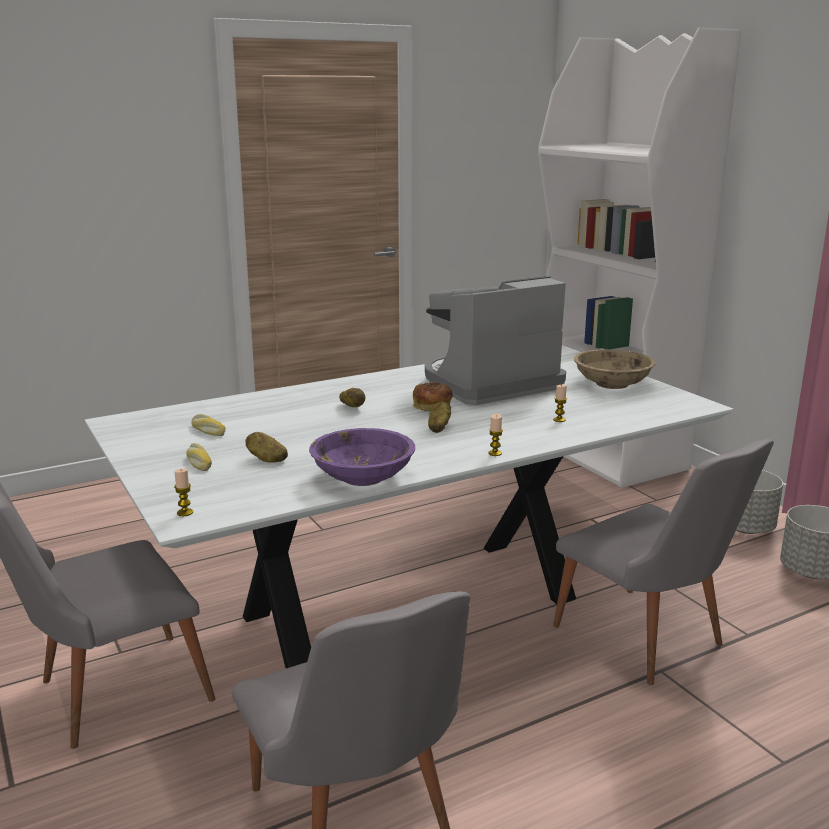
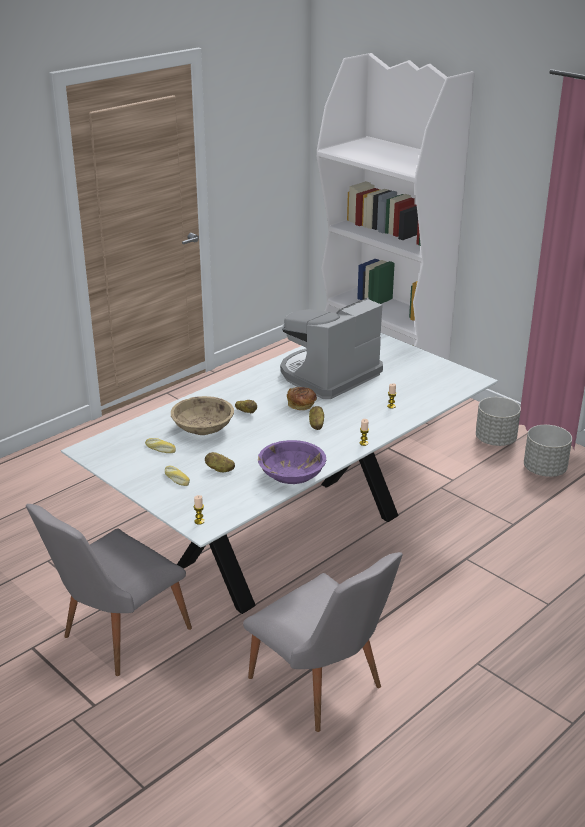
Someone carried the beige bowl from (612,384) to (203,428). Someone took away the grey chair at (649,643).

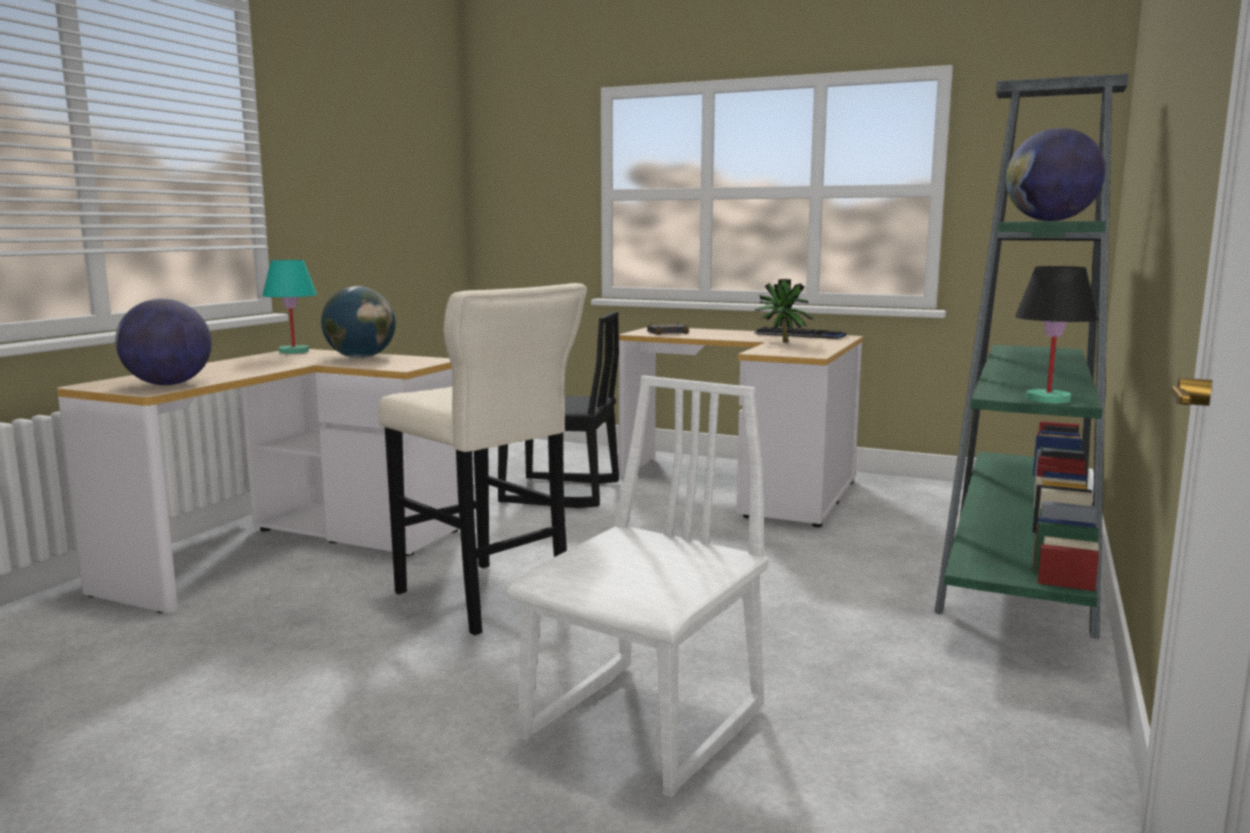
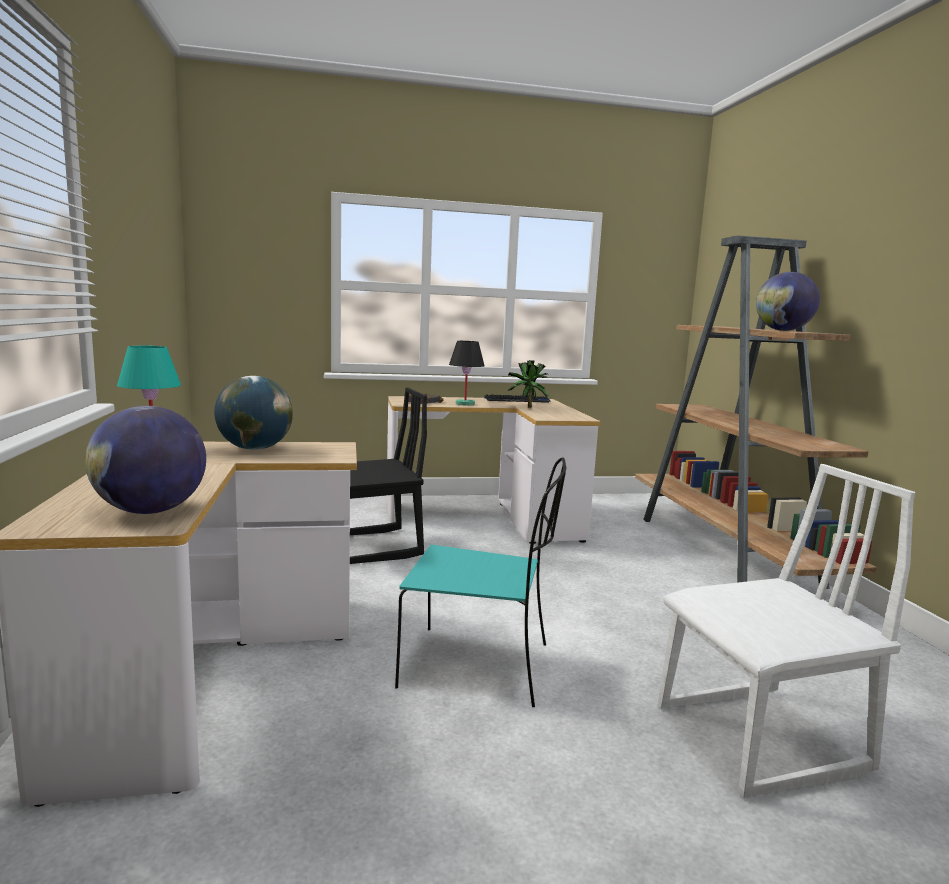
Someone swapped the beige stool at (486,600) for the turquoise chair at (480,666). Someone carried the black table lamp from (1047,399) to (465,404). Someone repainted the green bookcase at (1018,570), which became the brown bookcase at (726,551). Someone rotated the white chair at (647,725) by 75 degrees clockwise.

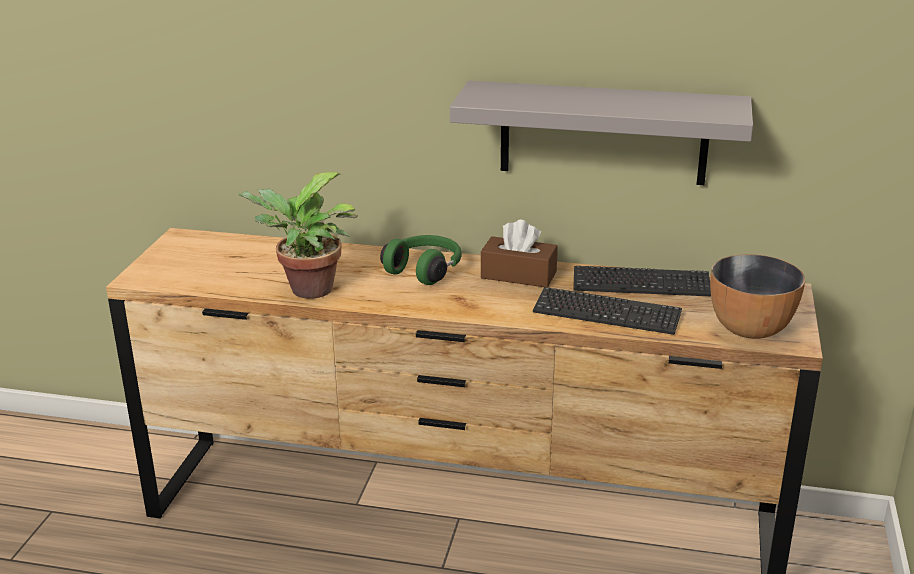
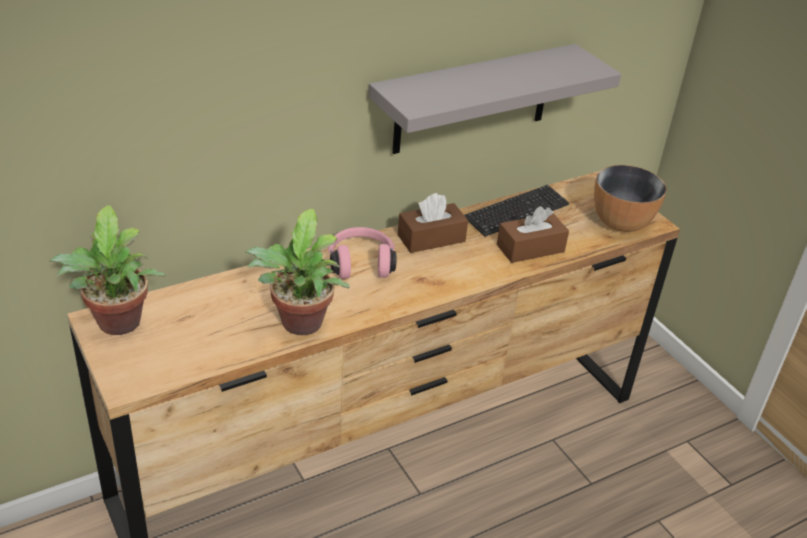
Someone put down the potted plant at (118,326). Someone repainted the green headphones at (425,270), which became the pink headphones at (361,263). Someone swapped the keyboard at (606,314) for the brown tissue box at (530,248).

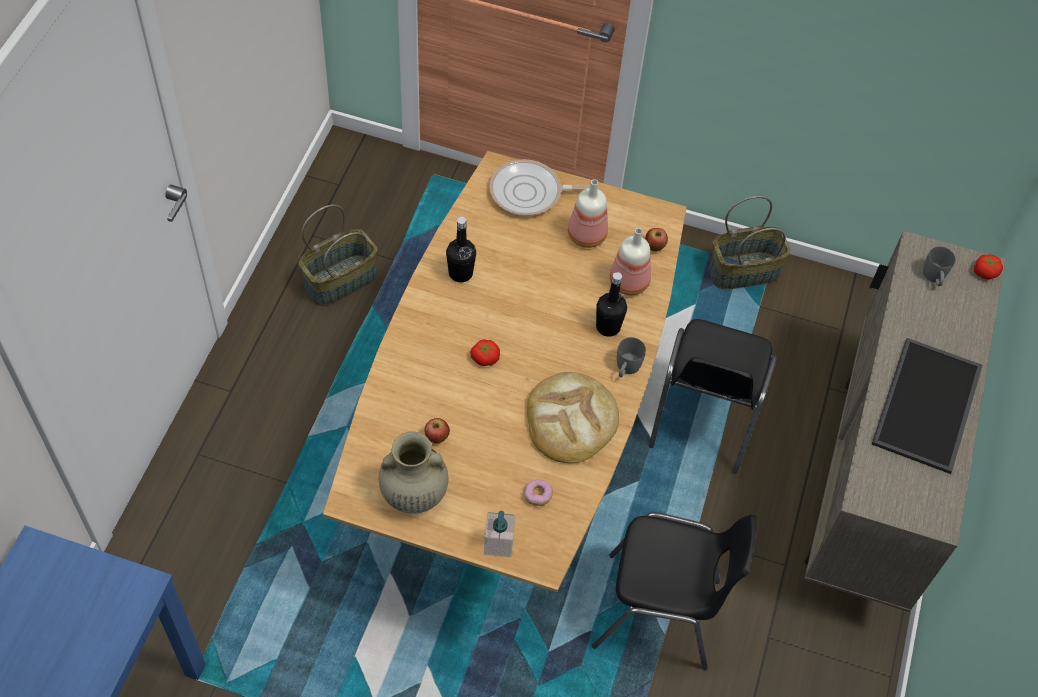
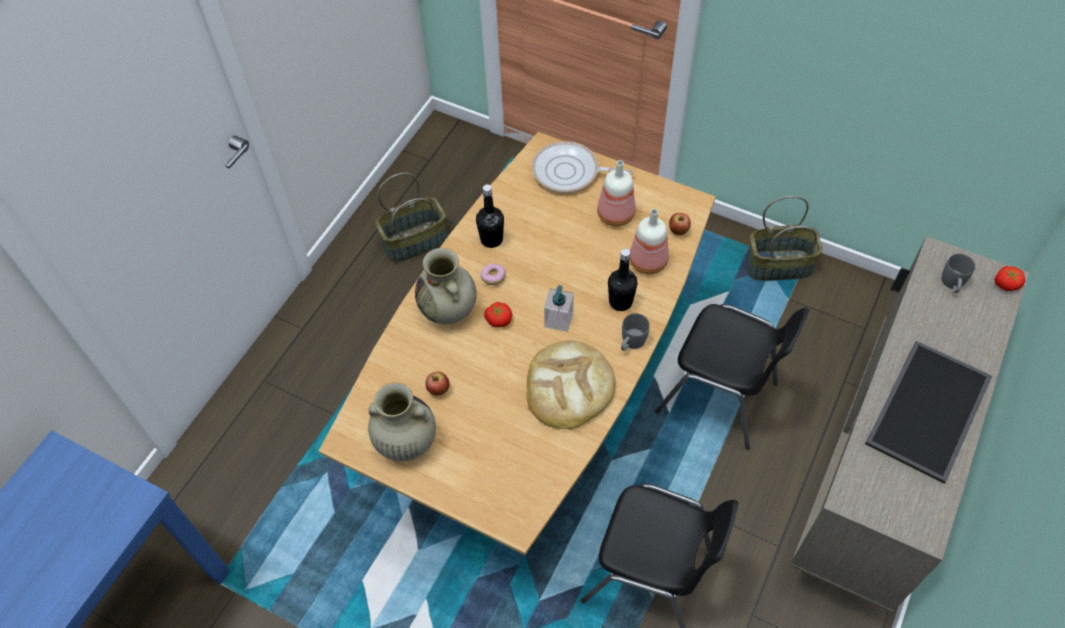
Someone put down the beige vase at (449,310). Someone carried the donut from (538,495) to (493,277). Someone carried the soap dispenser from (498,543) to (558,320). Someone rotated the black chair at (703,420) by 90 degrees counterclockwise.

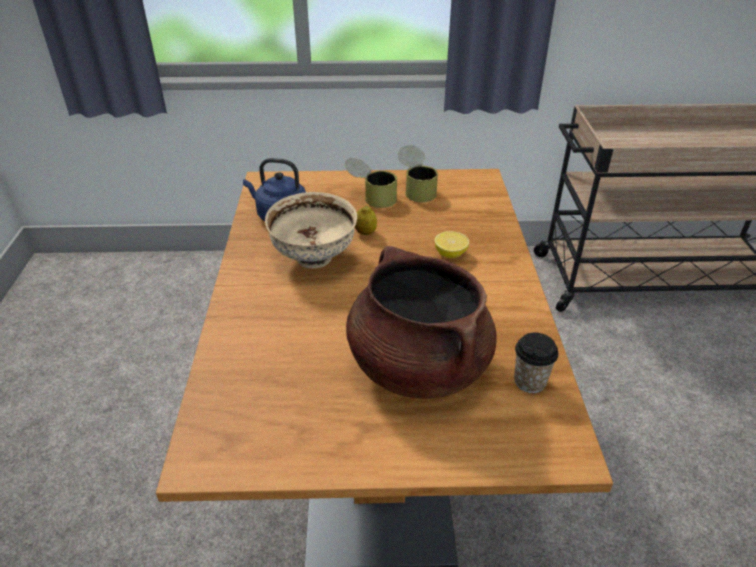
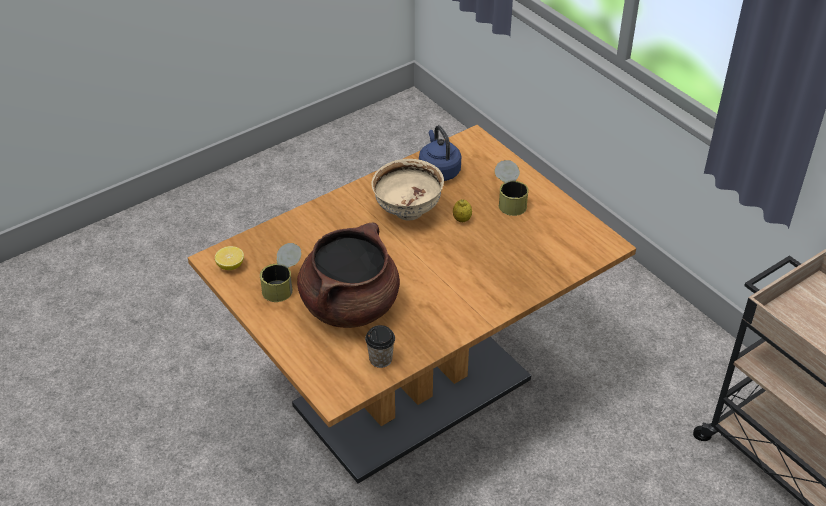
Someone carried the lemon from (450,254) to (230,266). Someone carried the can from (416,189) to (283,285).

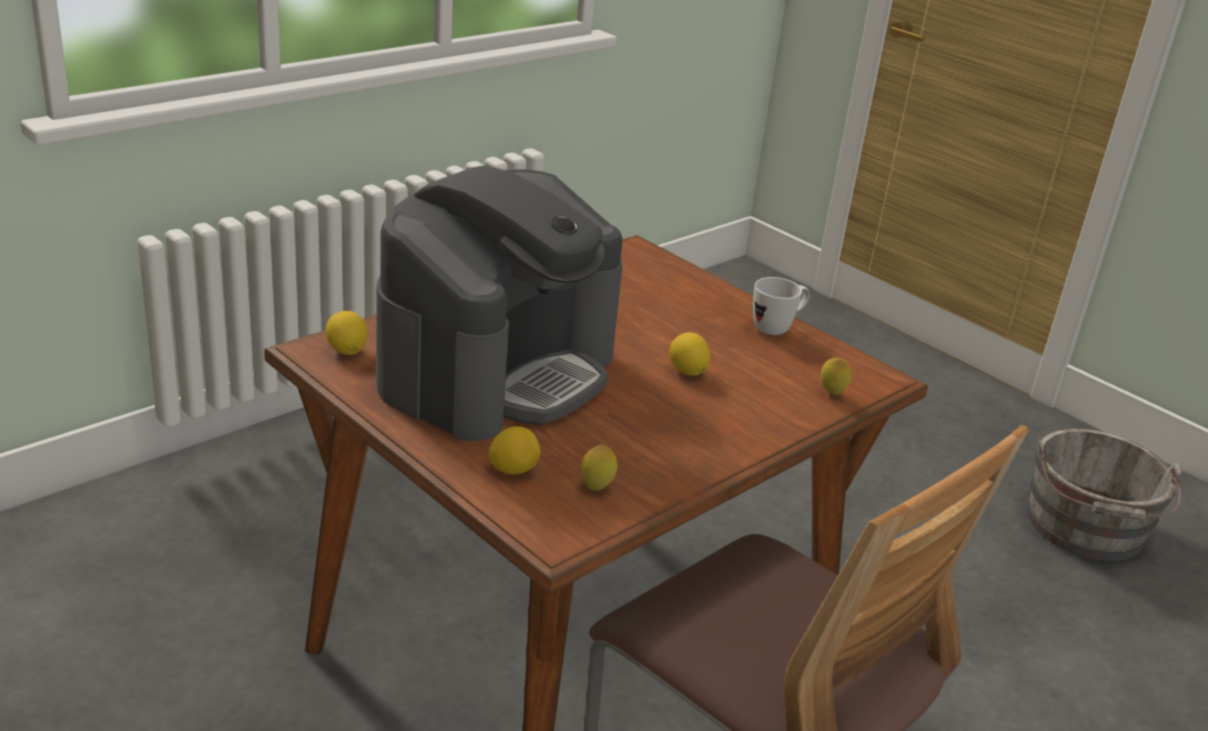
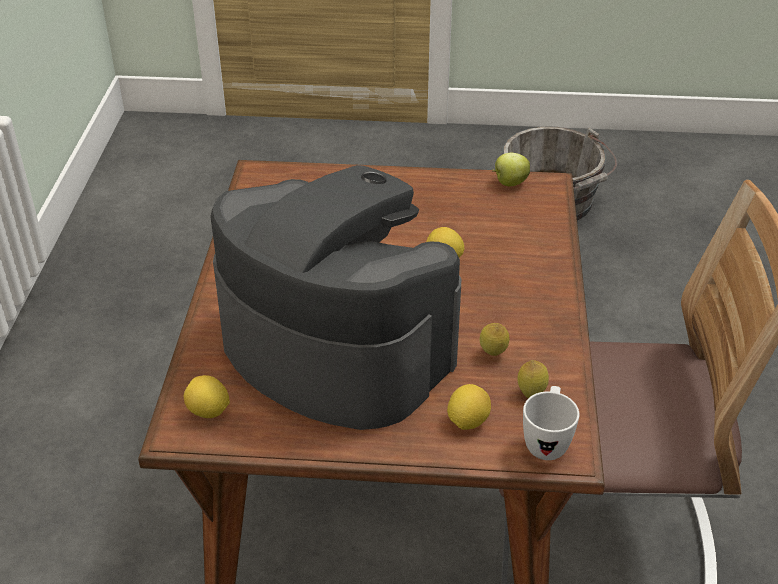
Someone rotated the coffee machine at (498,370) by 45 degrees counterclockwise. Someone carried the lemon from (832,393) to (493,354). Someone put down the apple at (509,183). Someone carried the white mug from (777,328) to (547,441).

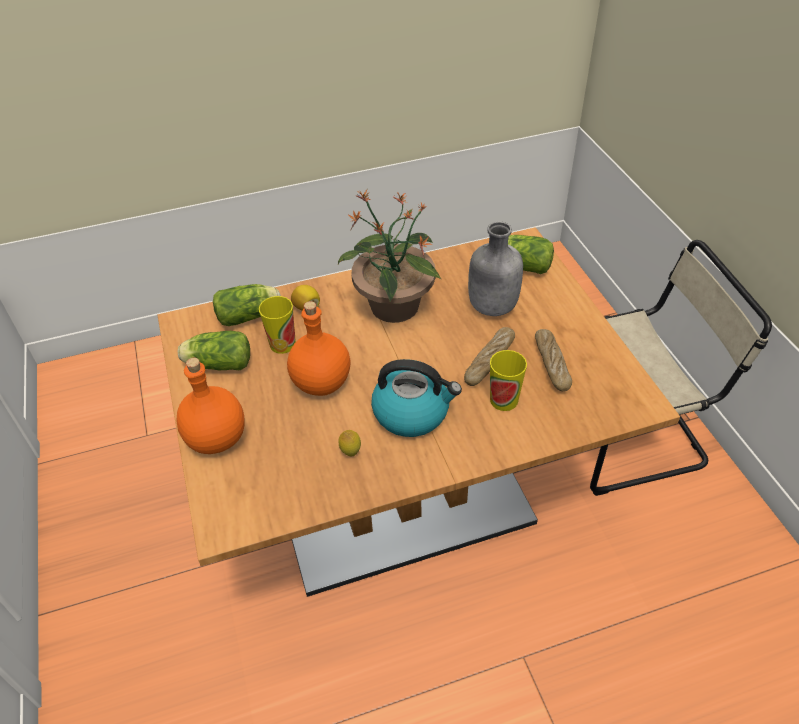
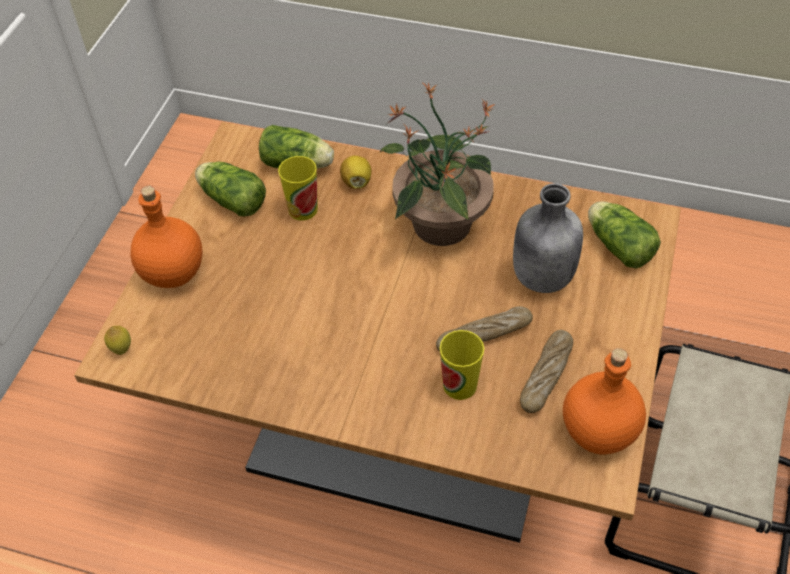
Someone carried the lemon from (350,452) to (122,349). Someone carried the orange bottle from (321,382) to (598,430). Someone took away the kettle at (412,412).

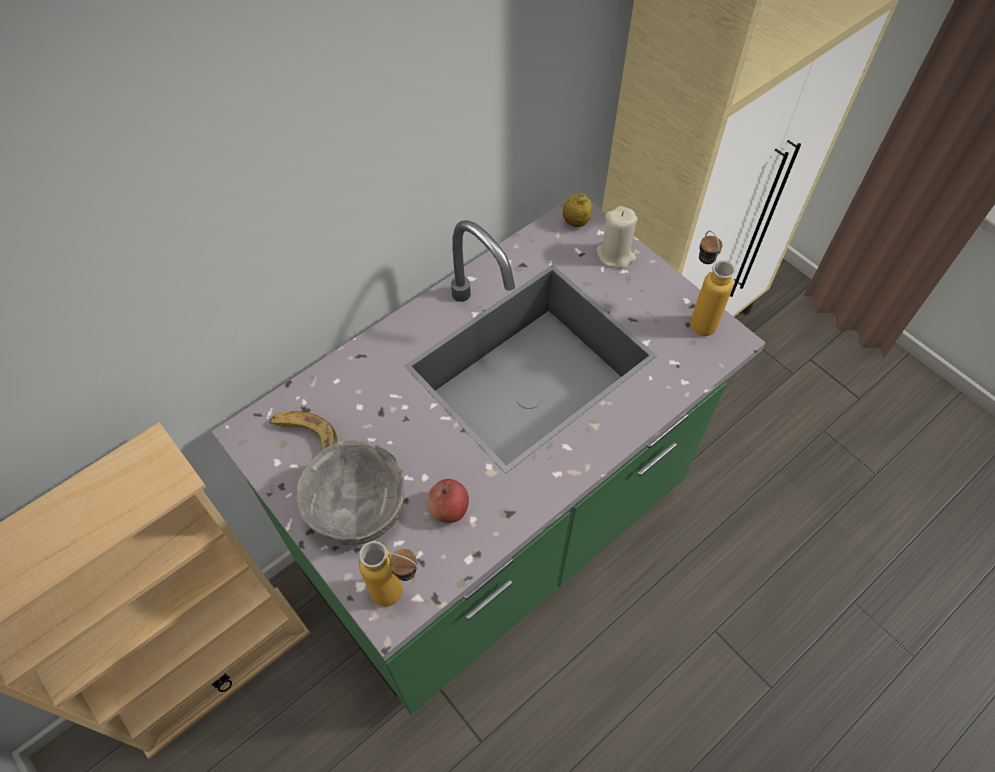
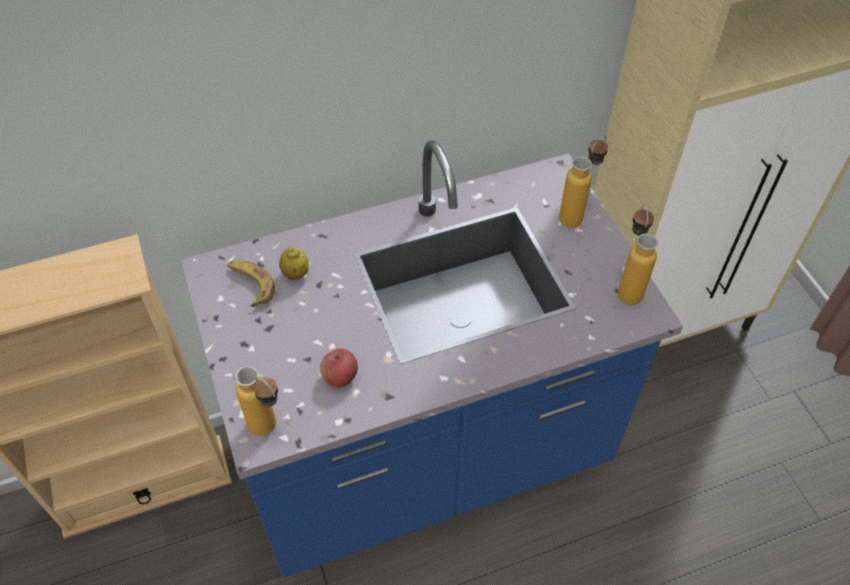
Someone repainted the green counter at (497,536), which became the blue counter at (425,456). Someone carried the lemon from (576,222) to (296,274). Someone swapped the beige candle at (615,255) for the bottle at (577,214). Someone took away the grey bowl at (358,507).

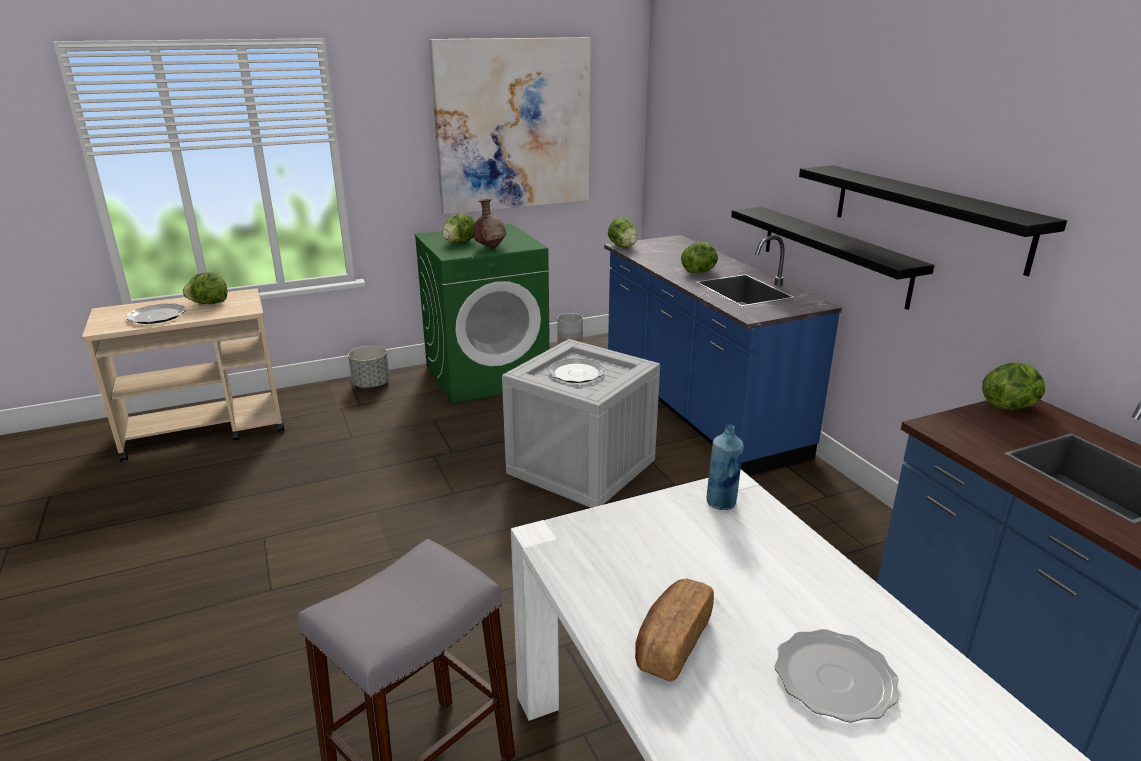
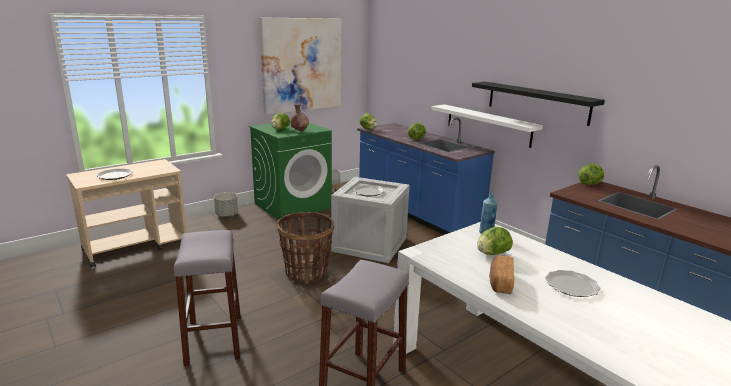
Someone put down the grey stool at (214,339). Someone put down the basket at (306,273). Someone repainted the black shelf at (833,254), which became the white shelf at (488,125). Someone carried the lettuce from (209,303) to (492,253).

